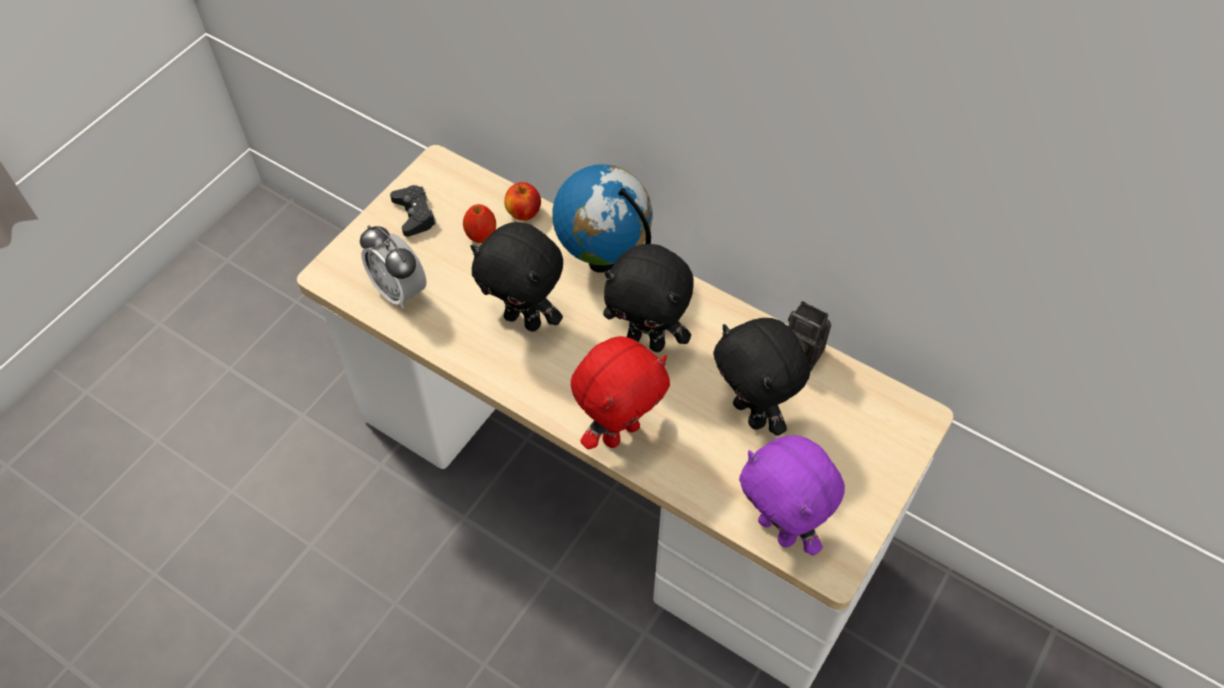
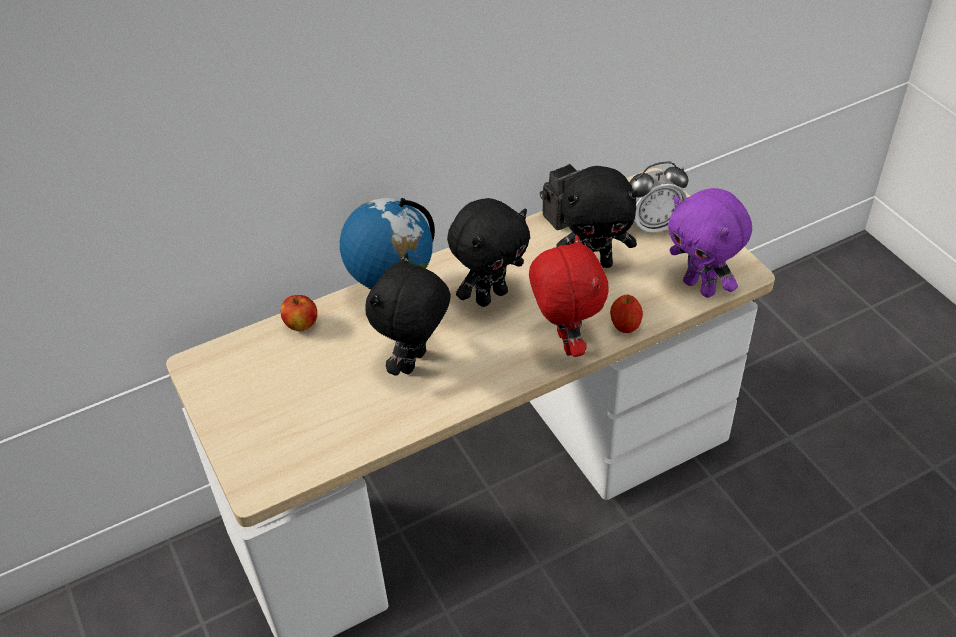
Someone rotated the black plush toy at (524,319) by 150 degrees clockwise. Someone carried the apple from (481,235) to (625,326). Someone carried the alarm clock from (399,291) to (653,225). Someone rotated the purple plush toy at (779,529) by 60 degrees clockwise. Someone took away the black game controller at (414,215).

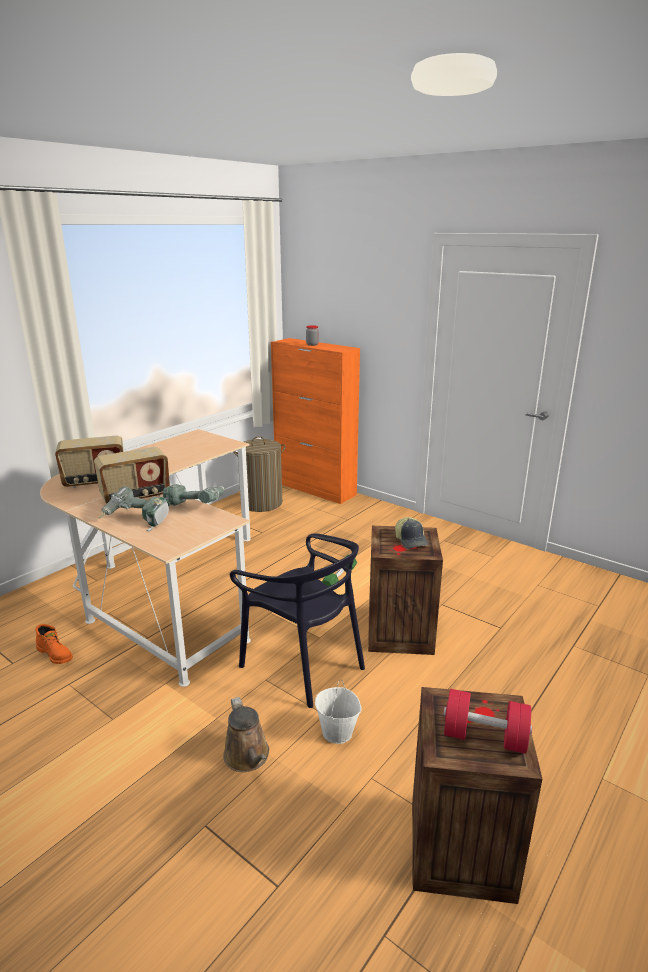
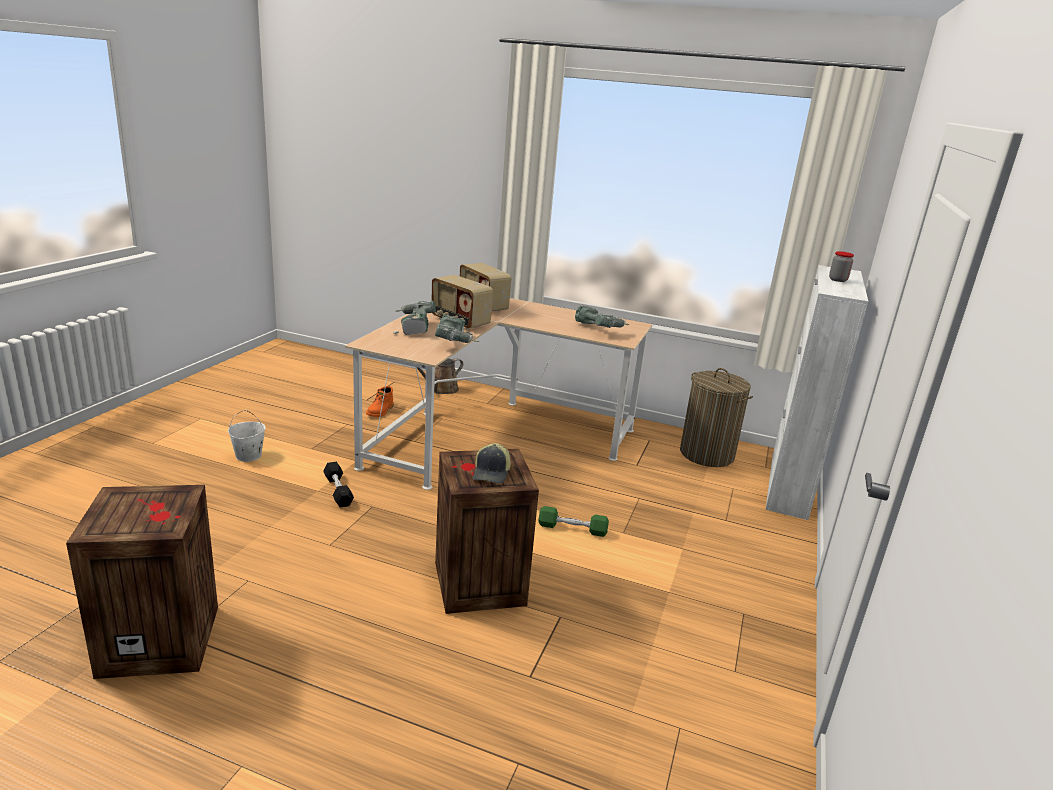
Someone carried the white bucket from (338,732) to (248,456). Someone put down the black dumbbell at (338,491). Someone carried the brown watering can from (248,757) to (441,389). Someone rotated the cap at (411,540) by 45 degrees counterclockwise. Someone put down the power drill at (599,329). Someone repainted the orange cabinet at (315,489), which became the white cabinet at (788,485). Someone took away the black chair at (303,664). Someone took away the red dumbbell at (484,737).

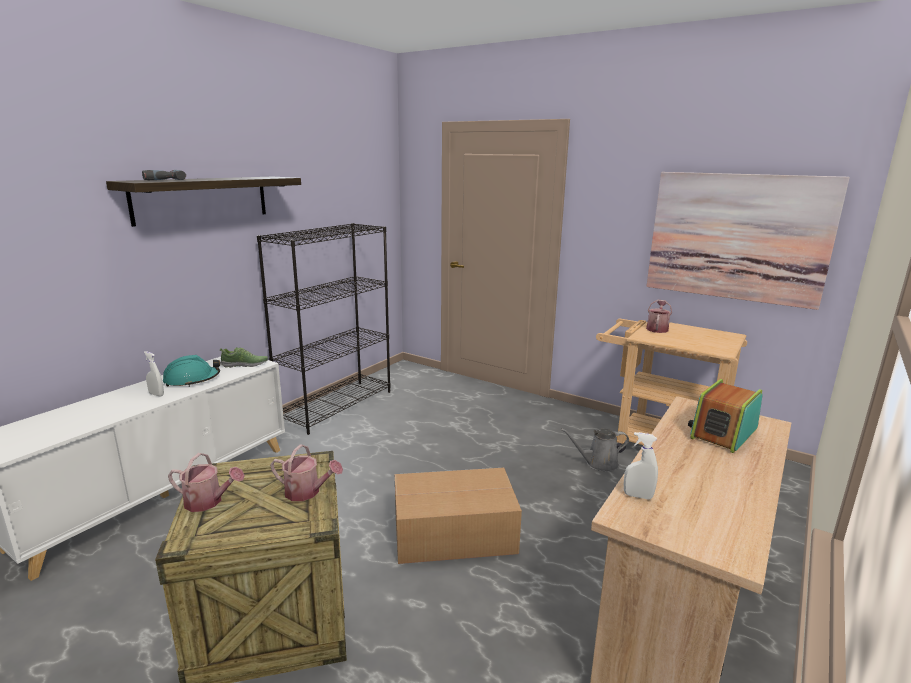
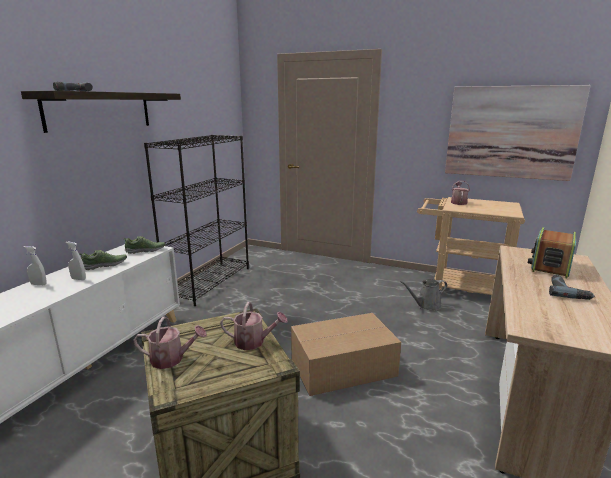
Someone carried the white spray bottle from (638,496) to (38,284). Someone swapped the turquoise hard hat at (192,380) for the shoe at (105,265). Someone put down the power drill at (567,291).

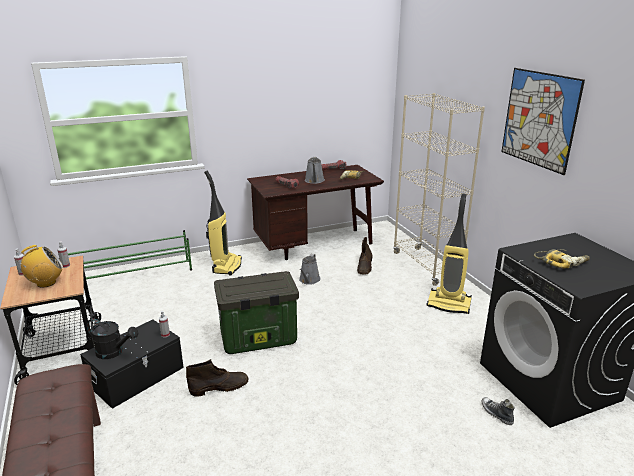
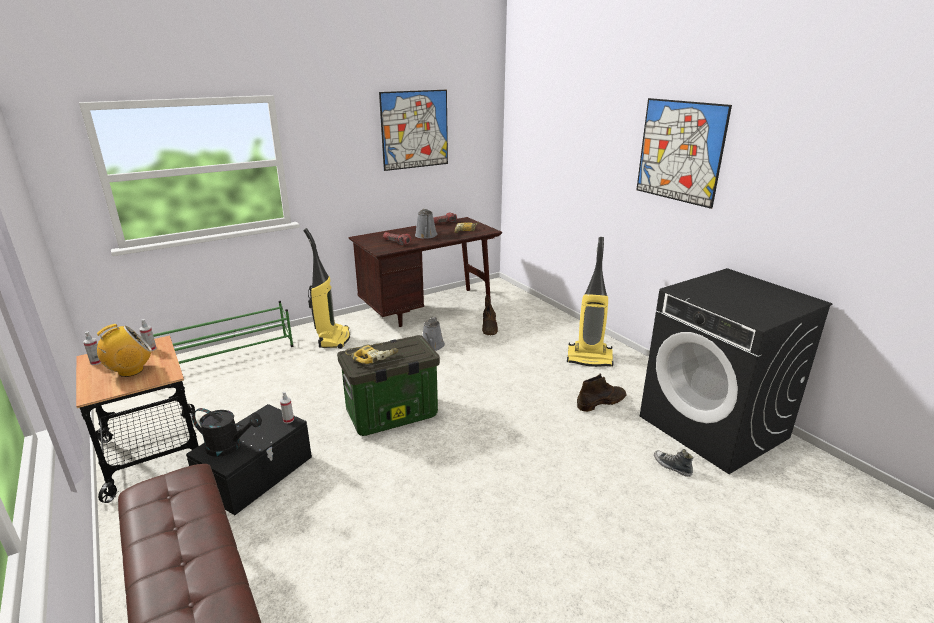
Someone carried the power drill from (561,262) to (373,356). Someone put up the picture at (415,129). Someone carried the brown boot from (219,387) to (601,402). Someone took away the beige bookcase at (426,266).

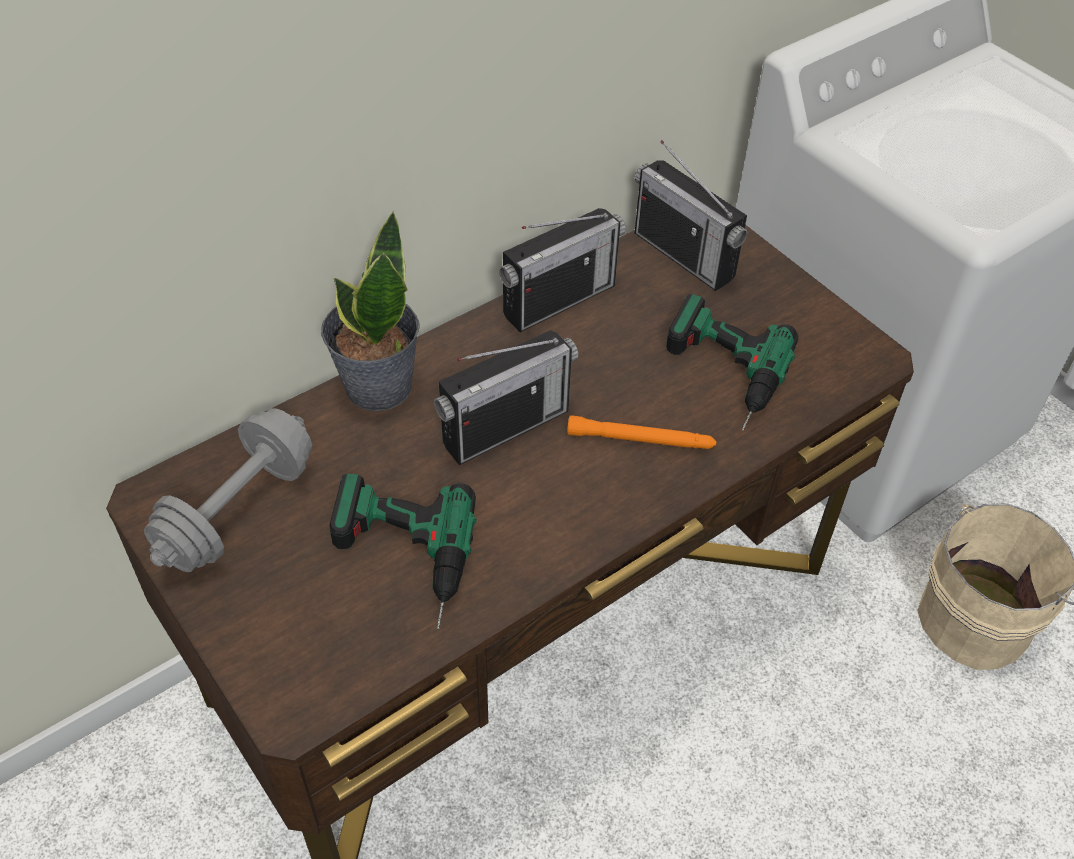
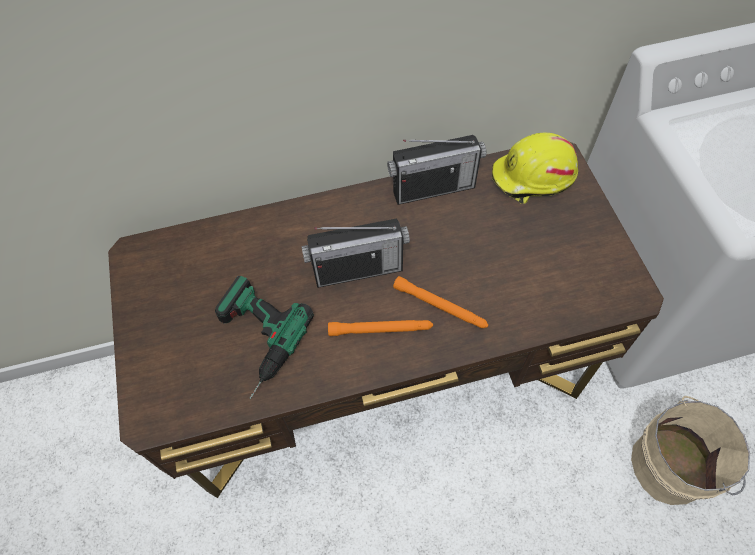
Someone put down the orange flashlight at (380,330). Someone swapped the radio at (684,255) for the yellow hard hat at (533,178). Someone took away the grey dumbbell at (238,511). Someone took away the potted plant at (377,387). Someone took away the power drill at (719,374).

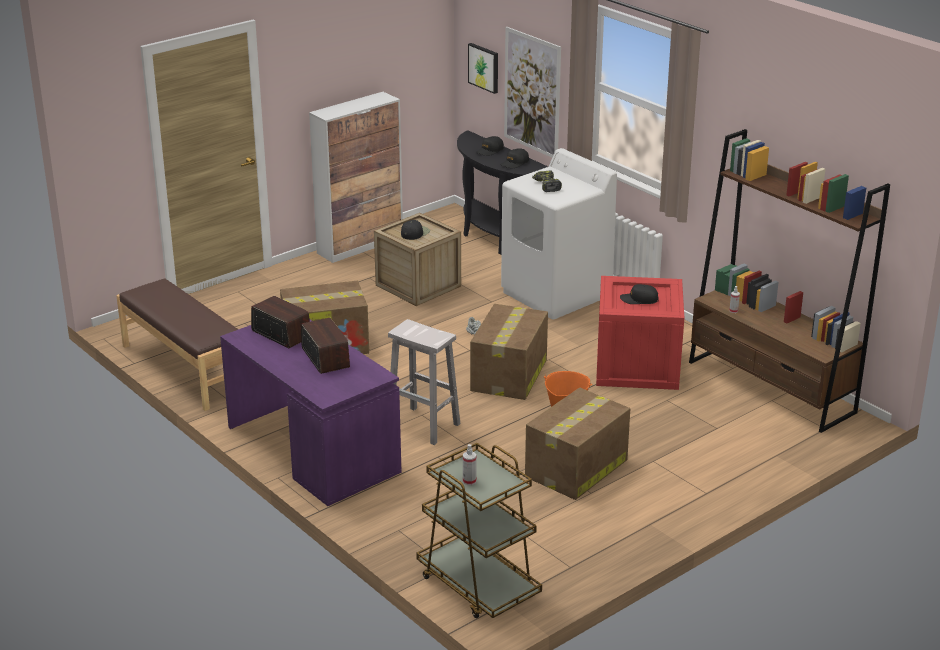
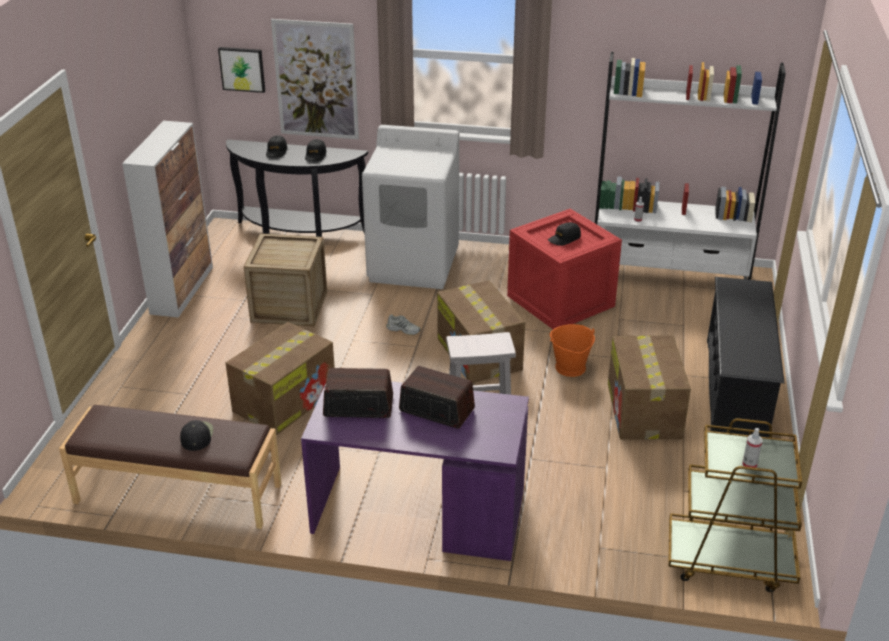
Someone carried the black cap from (415,233) to (196,436). Someone repainted the brown bookcase at (771,387), which became the white bookcase at (668,275). Someone put down the black shoe rack at (735,389). Someone took away the power drill at (546,186).

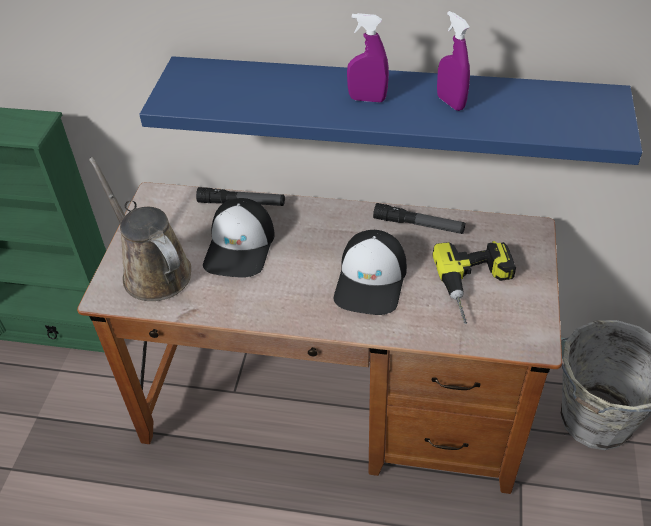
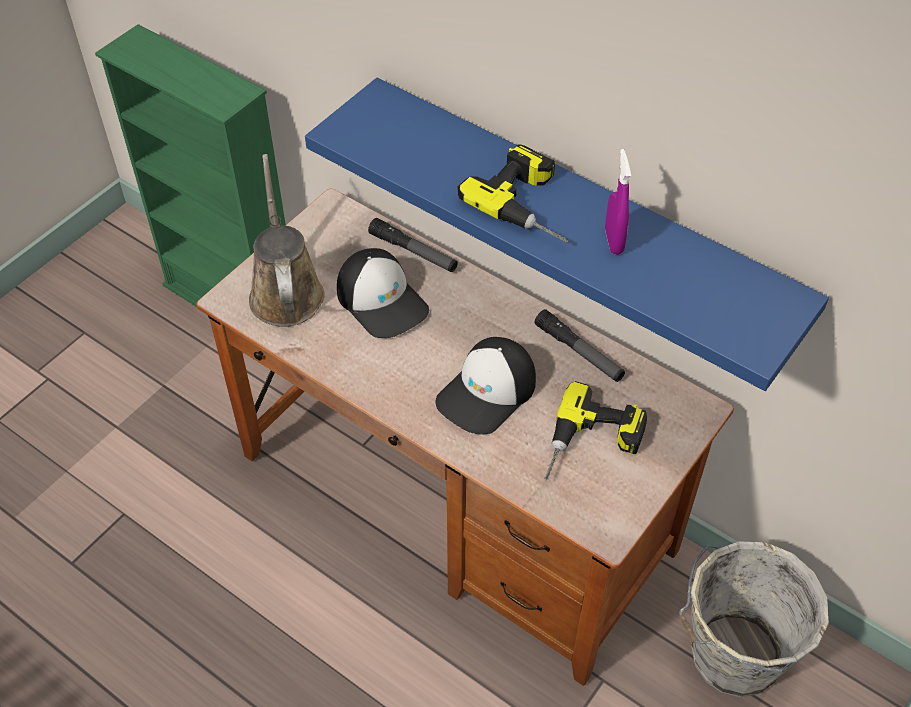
Someone rotated the cap at (240,247) by 75 degrees counterclockwise. Someone swapped the purple spray bottle at (367,99) for the power drill at (532,204).

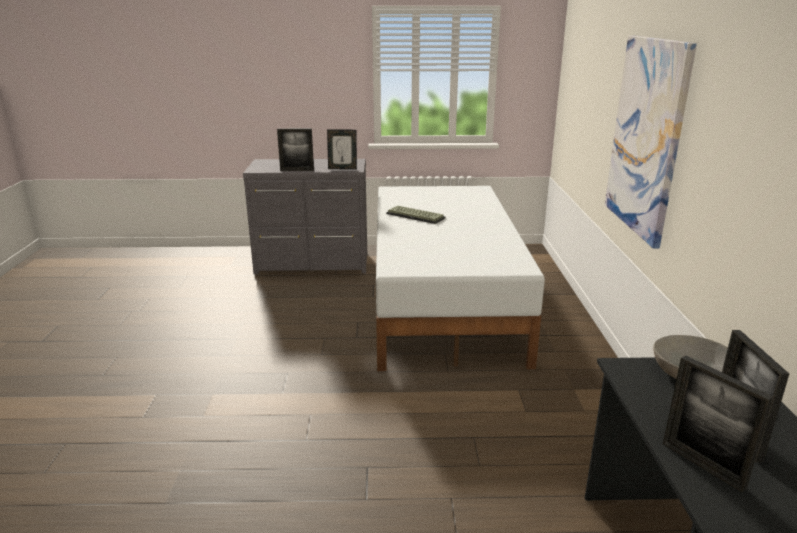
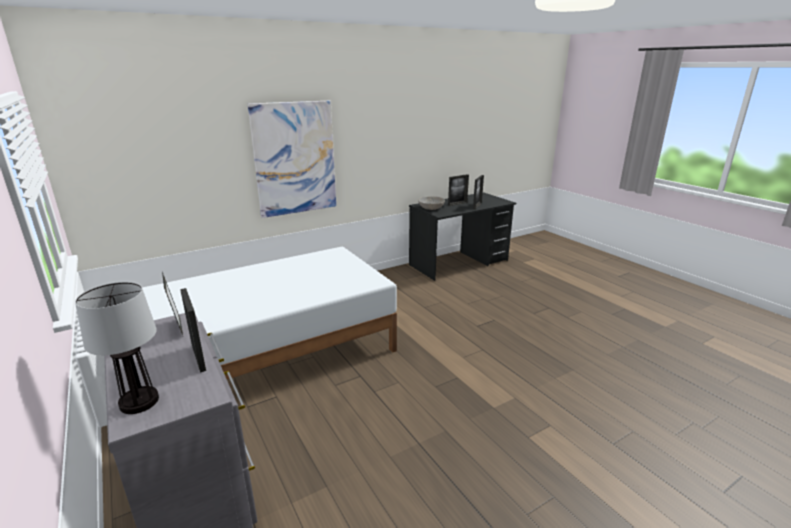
Someone put down the table lamp at (138,402). Someone took away the keyboard at (416,216).

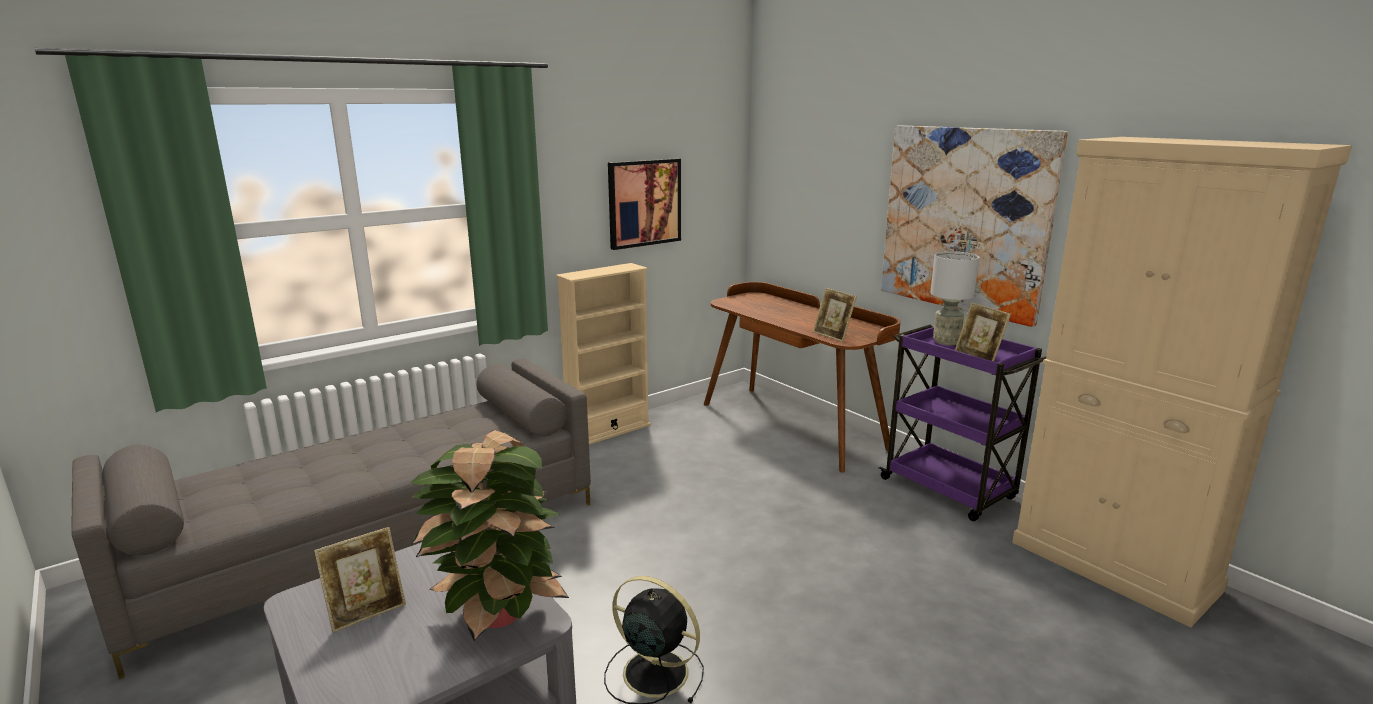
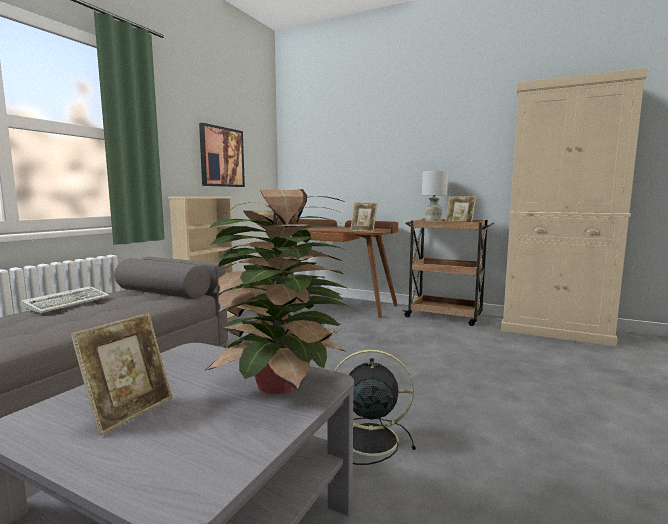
Someone put down the keyboard at (69,302). Someone repainted the purple cart at (949,490), which became the brown cart at (445,316). Someone took away the picture at (964,220).

